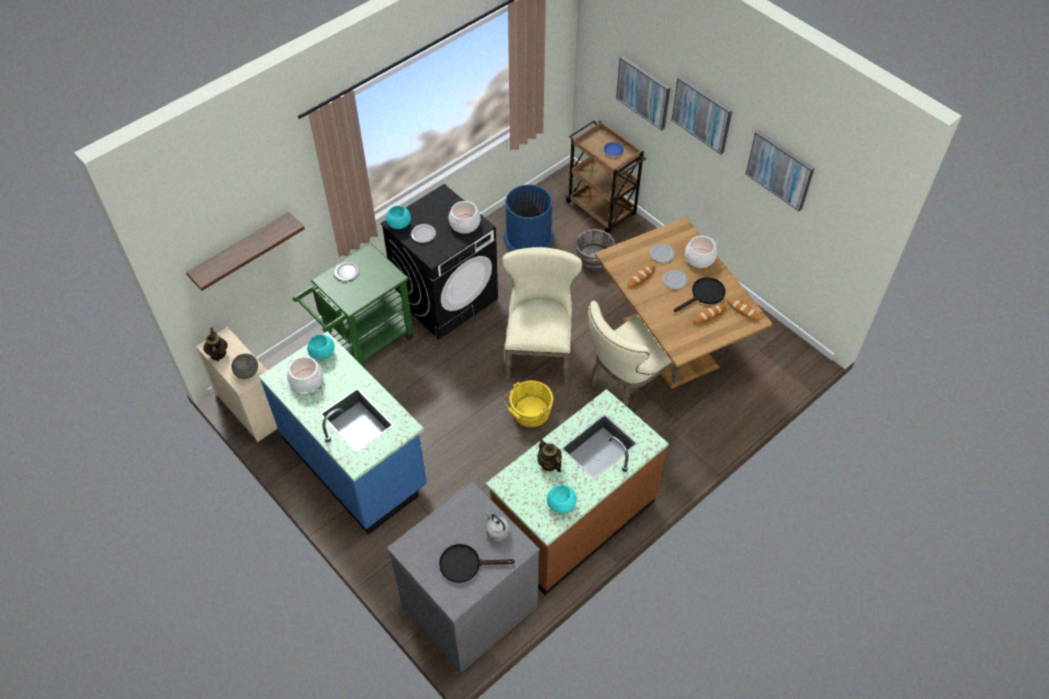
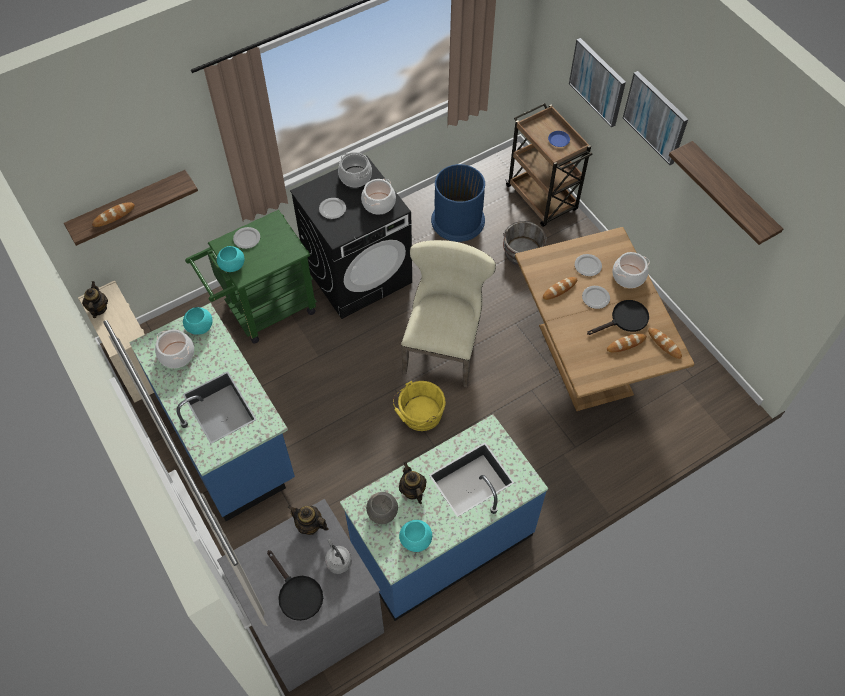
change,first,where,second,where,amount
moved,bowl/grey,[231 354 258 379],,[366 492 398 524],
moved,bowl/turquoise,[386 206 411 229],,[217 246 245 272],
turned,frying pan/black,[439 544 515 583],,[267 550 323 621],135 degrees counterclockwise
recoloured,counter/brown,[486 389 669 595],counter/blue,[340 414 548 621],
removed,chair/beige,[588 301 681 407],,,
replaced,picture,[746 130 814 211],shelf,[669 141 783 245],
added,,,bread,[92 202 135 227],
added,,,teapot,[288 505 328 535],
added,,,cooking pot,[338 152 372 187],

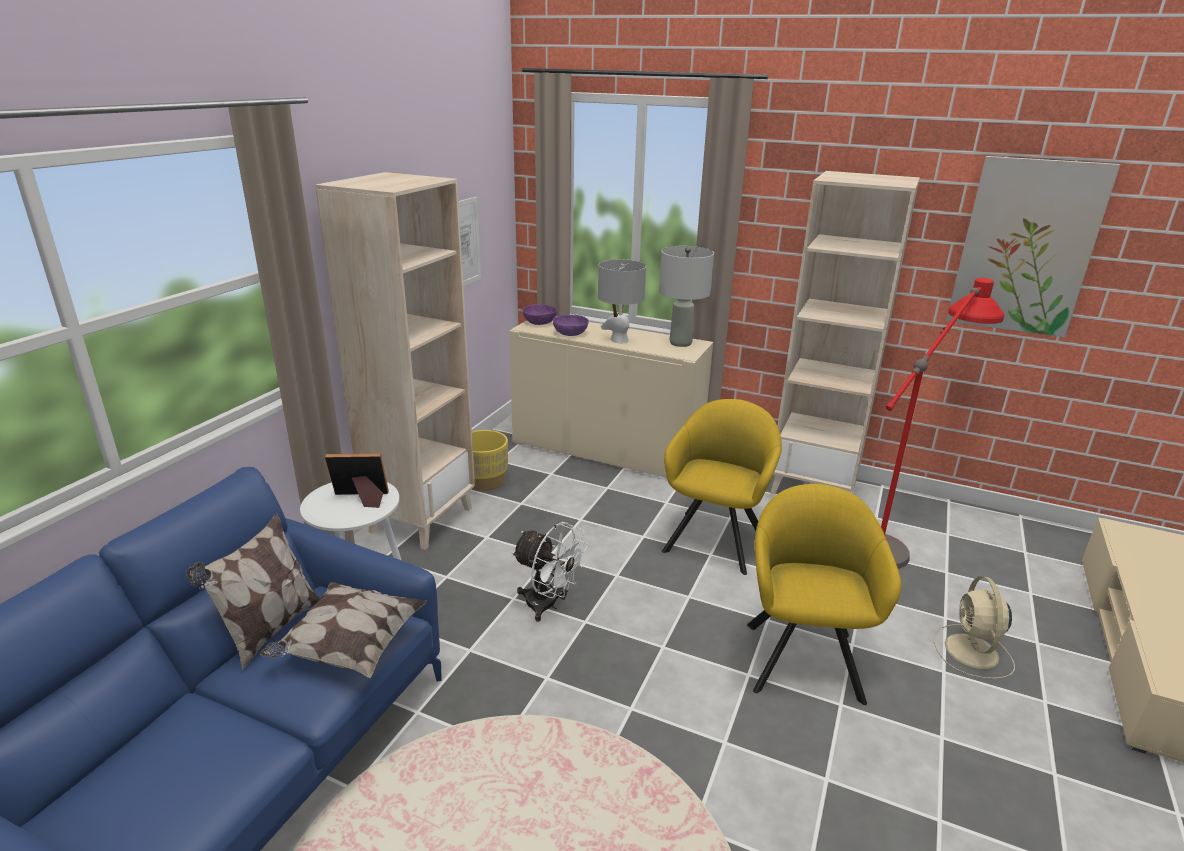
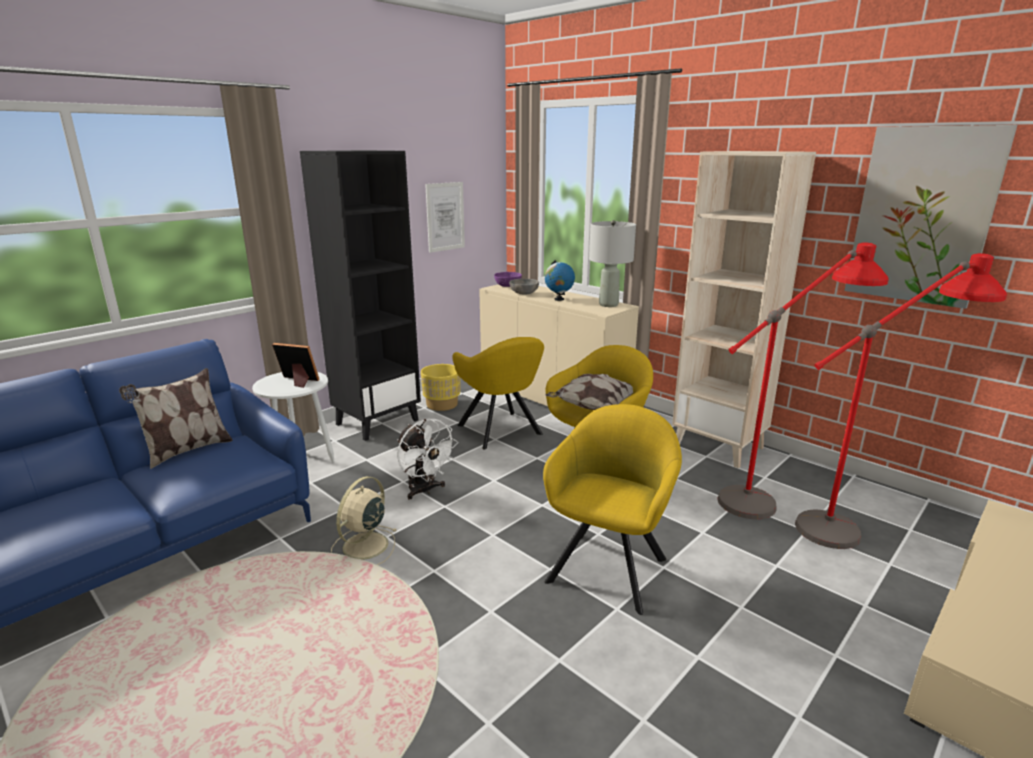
change,first,where,second,where,amount
moved,pillow,[260 582 427 678],,[546 374 633 410],
recoloured,bookcase/beige,[315 172 475 550],bookcase/black,[300 150 421 441],
recoloured,bowl/purple,[553 315 589 336],bowl/grey,[509 279 539 294],
replaced,table lamp/grey,[598 259 646 344],globe,[545 260 575 301],
moved,fan/beige,[934 576 1015 679],,[331 476 396 565],
added,,,armchair/yellow,[452 337 544 449],
added,,,floor lamp/red,[795 253 1007 549],

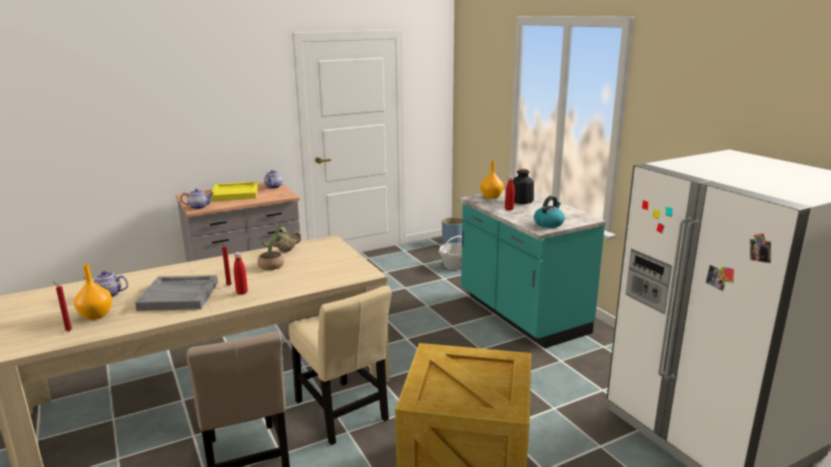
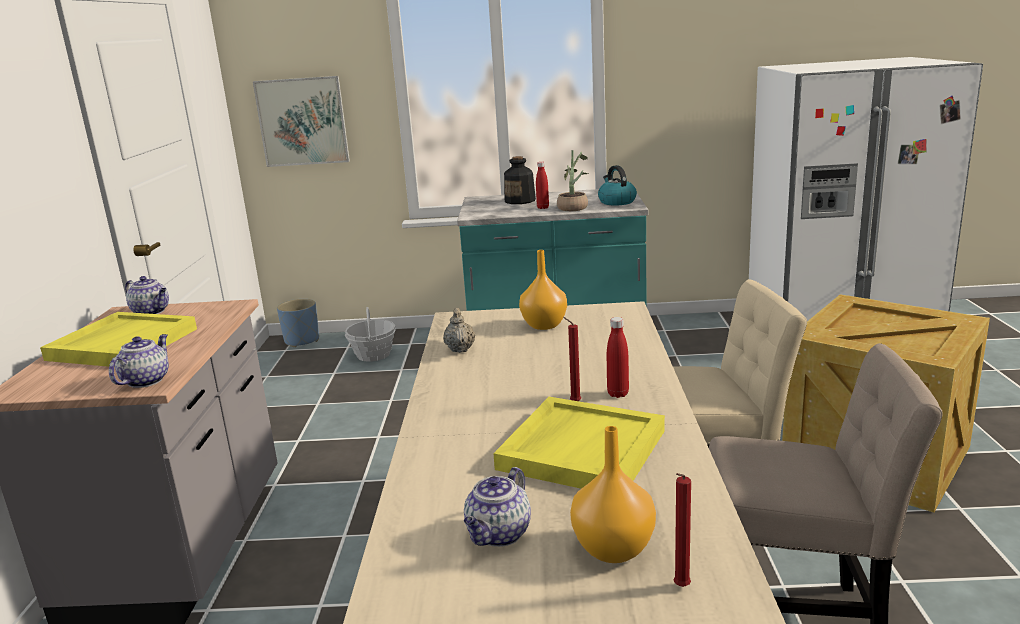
change,first,where,second,where,amount
recoloured,tray/grey,[135 275 218 311],tray/yellow,[493 397 665 489],
moved,potted plant,[257 221 290 270],,[557 150 588 211],
moved,vase/orange,[480 160 504 199],,[519 250 567 330],
added,,,picture,[253 76 350 167],

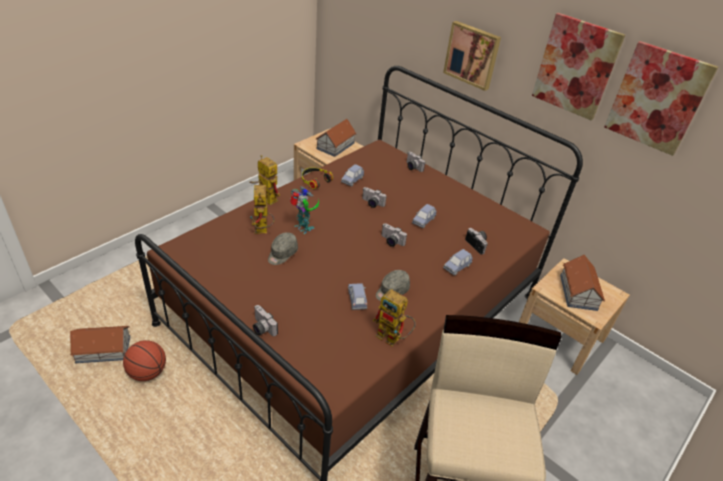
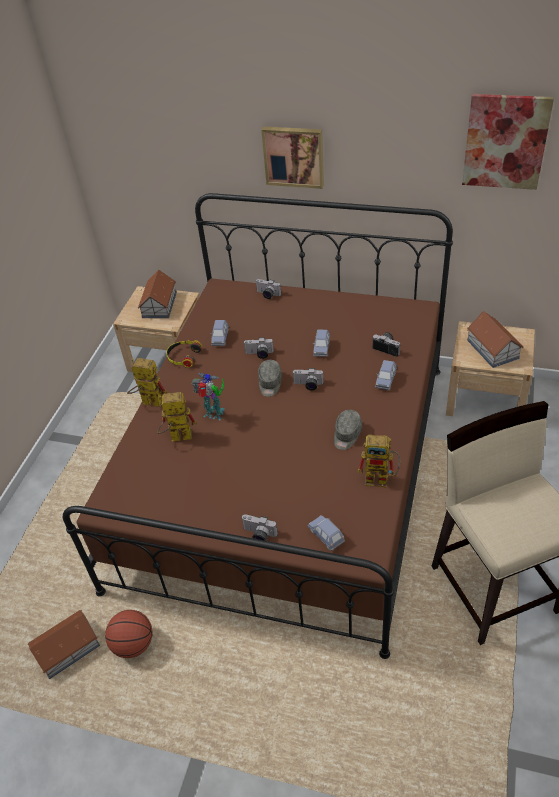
change,first,where,second,where,amount
turned,toy robot,[250 185 275 234],,[157 392 197 441],120 degrees clockwise
moved,cap/grey,[268 232 298 265],,[258 360 282 397],
moved,toy car/blue,[348 283 367 310],,[308 515 345 551],
removed,picture,[532 13 625 120],,,

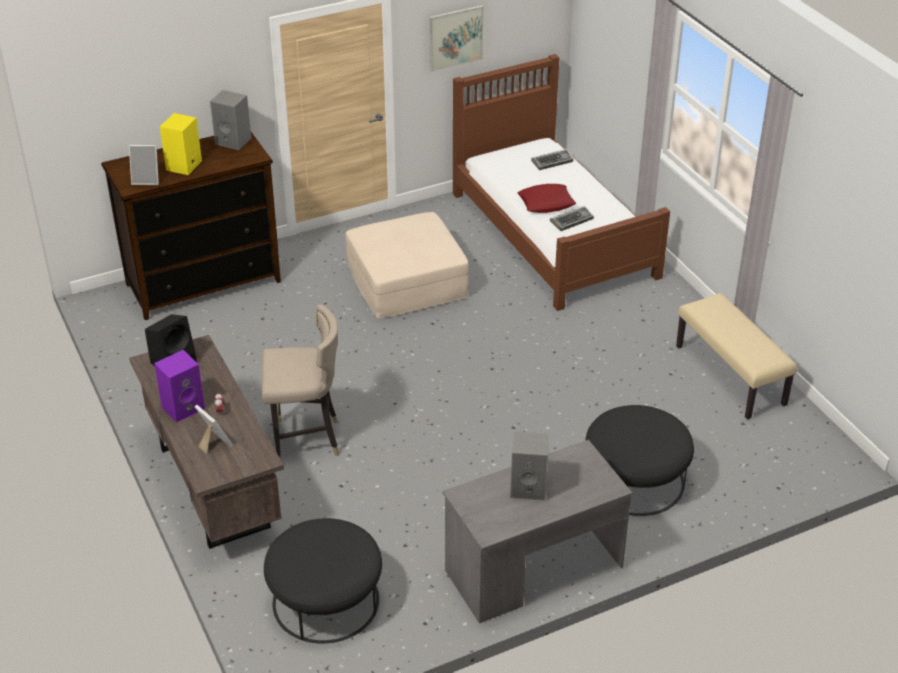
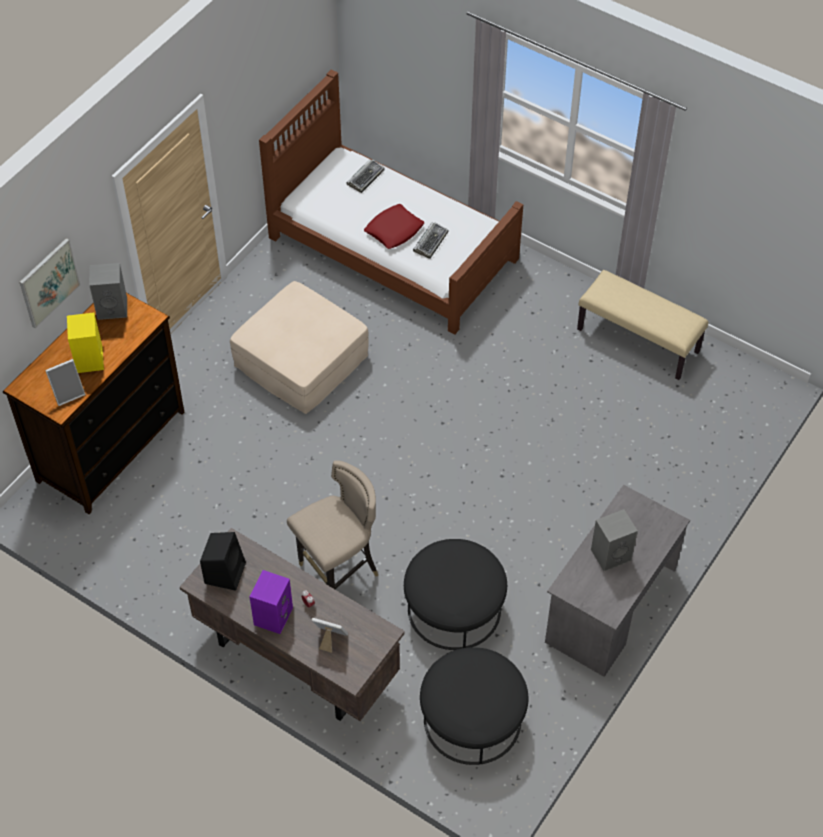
change,first,where,second,where,amount
moved,picture,[429 5 484 72],,[20 238 80 328],
moved,ottoman/black,[586 405 694 516],,[404 539 507 650],

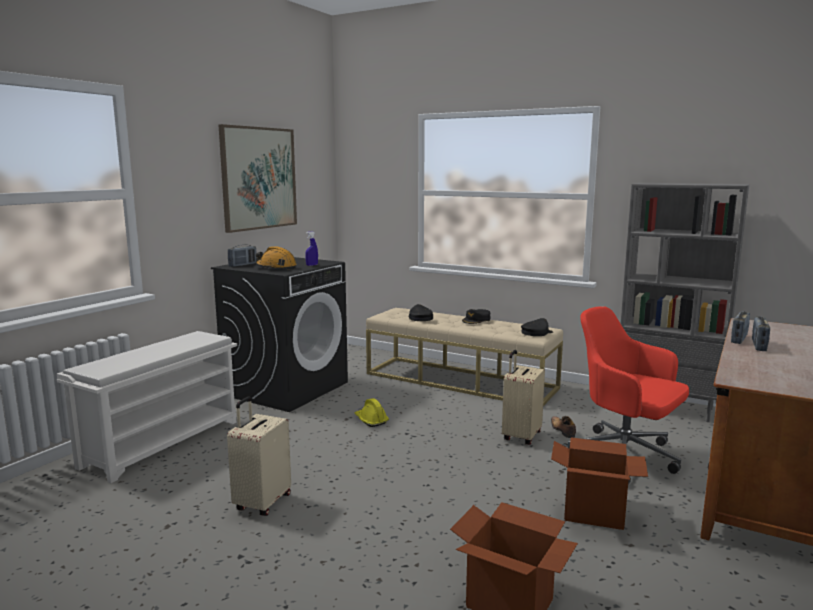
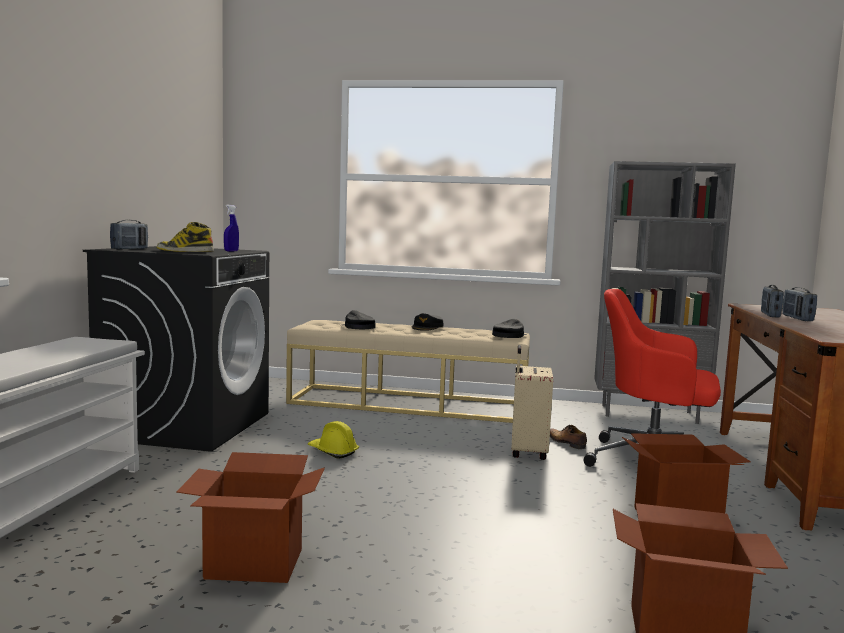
change,first,where,second,where,amount
removed,picture,[219 124 297 233],,,
replaced,suitcase/beige,[227 396 291 516],cardboard box,[176 452 325 583],
replaced,hard hat/orange,[256 247 297 270],boot,[157 222 214 252],

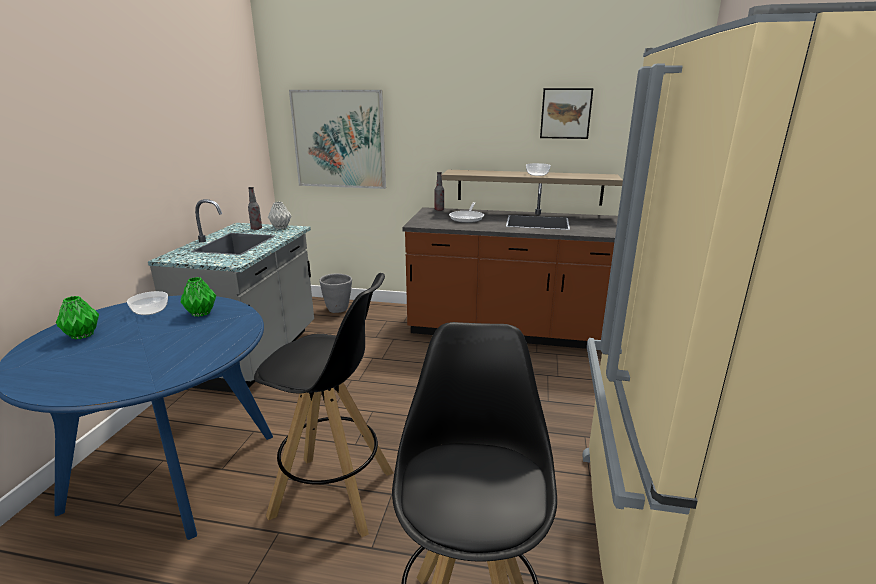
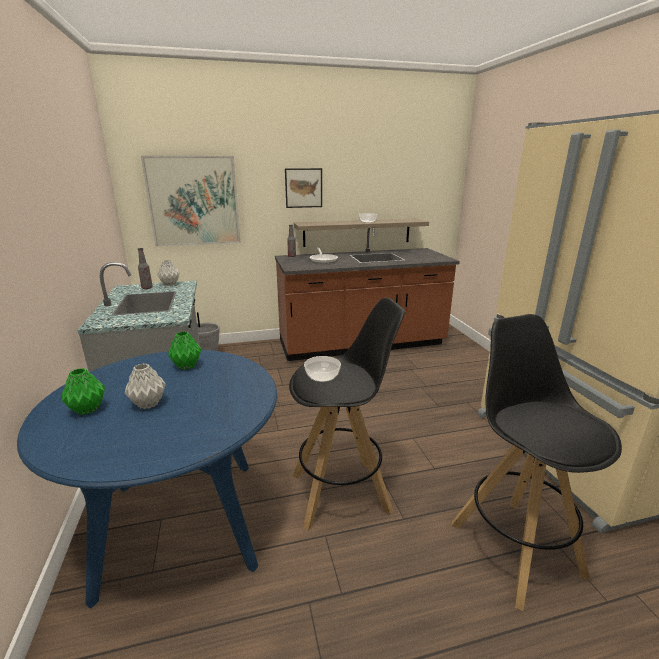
change,first,where,second,where,amount
moved,bowl,[127 291 168 315],,[304 356 341 382],
moved,picture,[540 88 593 139],,[285 168 322 208],
added,,,vase/grey,[125 363 166 409],

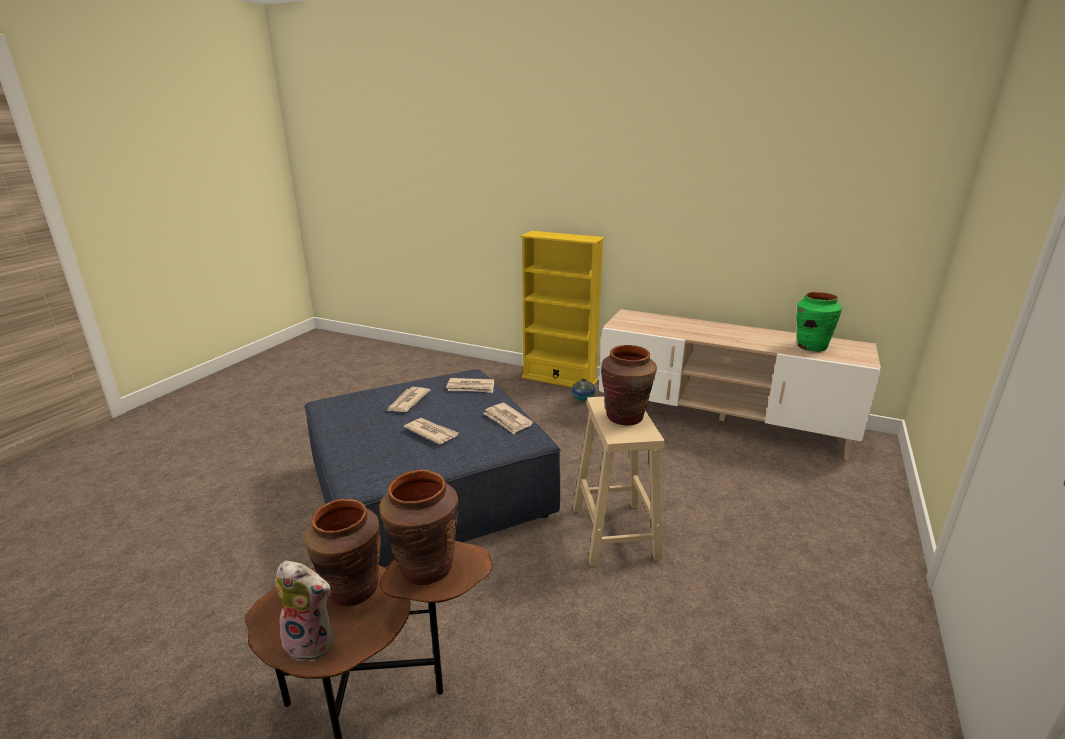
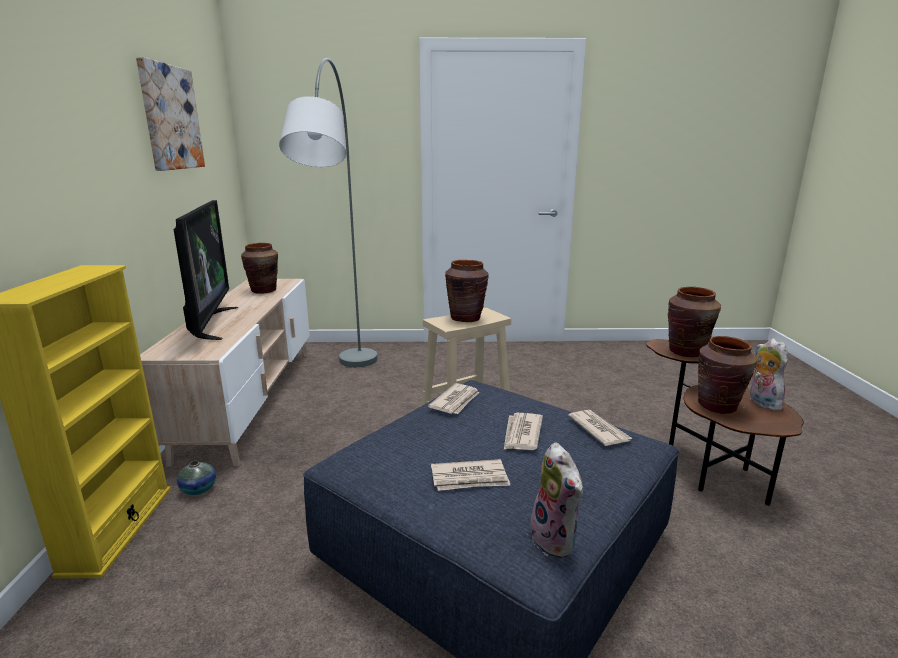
change,first,where,second,where,amount
moved,newspaper,[446 378 494 393],,[568 410 633 446],
recoloured,vase/green,[796 292 842 352],vase/brown,[241 243 278 294],
added,,,picture,[136 57 205 171],
added,,,television,[174 200 238 340],
added,,,floor lamp/grey,[279 58 377 367],
added,,,plush toy,[530 442 583 558],

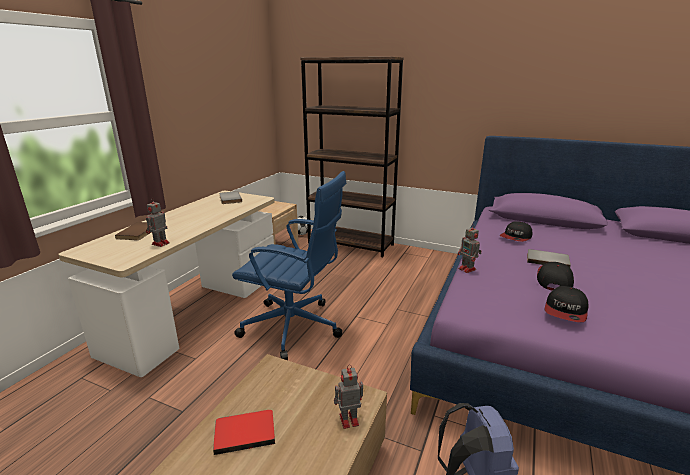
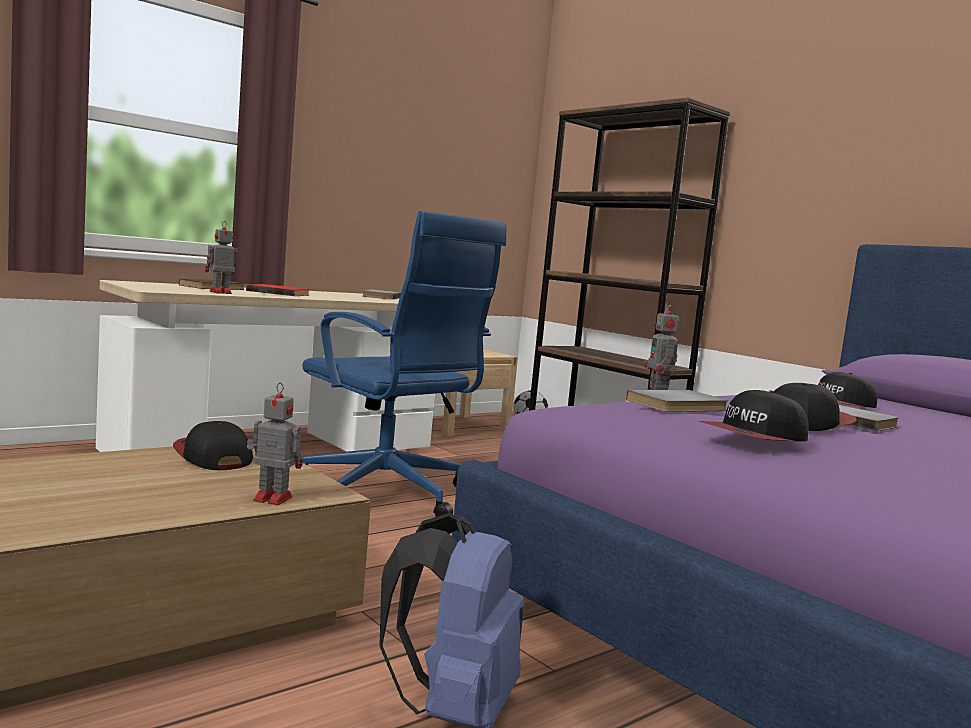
change,first,where,second,where,amount
moved,book/red,[213 410 275 455],,[246 284 310 296],
added,,,cap,[173 421 253 470],
added,,,book/grey,[626 390 728 412],

